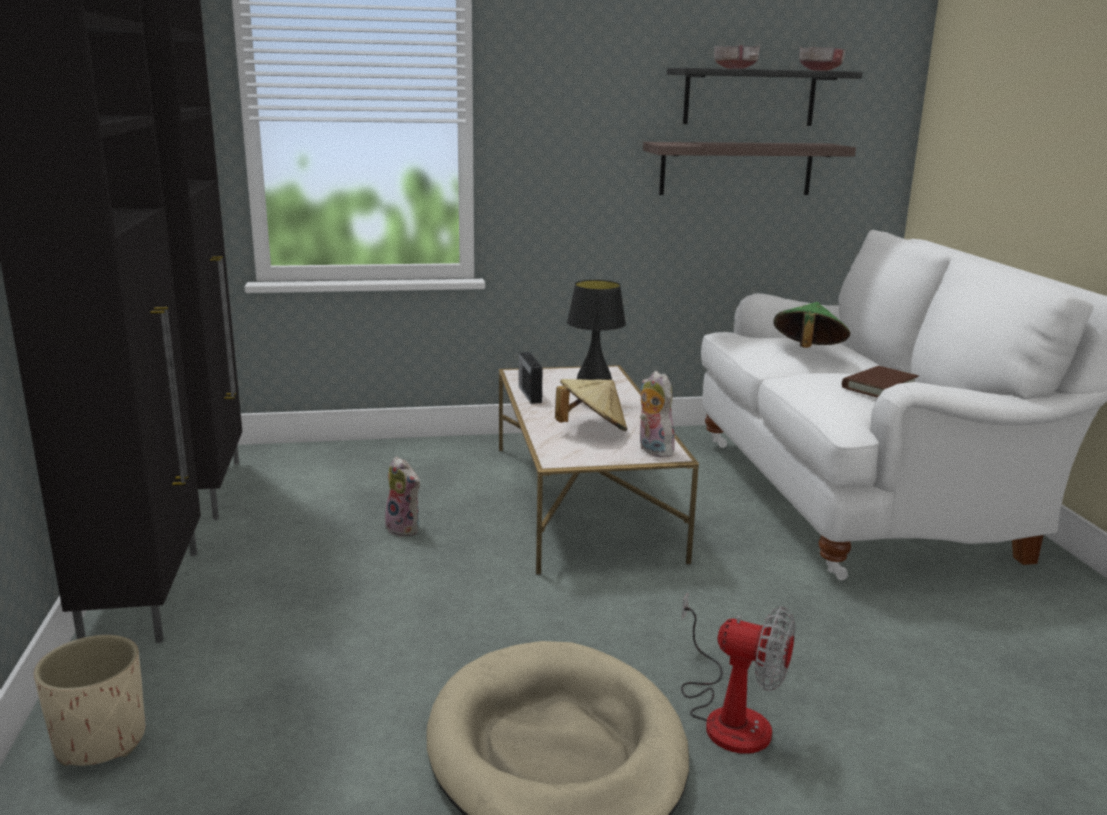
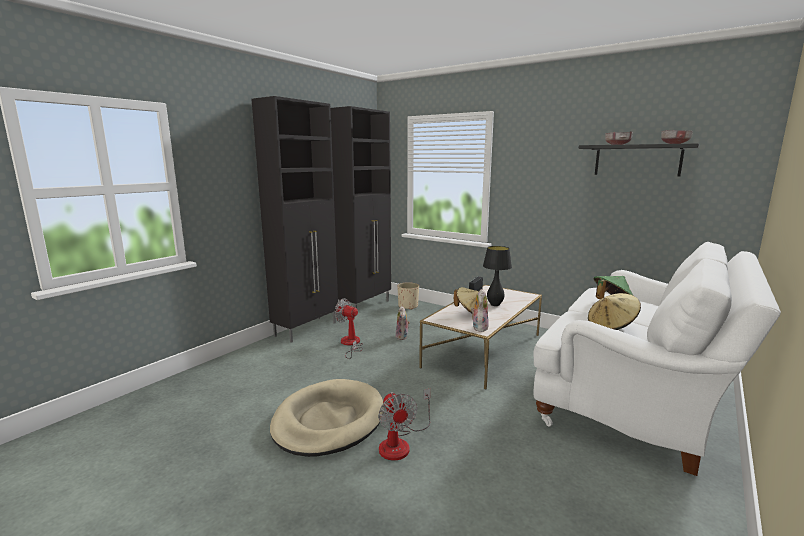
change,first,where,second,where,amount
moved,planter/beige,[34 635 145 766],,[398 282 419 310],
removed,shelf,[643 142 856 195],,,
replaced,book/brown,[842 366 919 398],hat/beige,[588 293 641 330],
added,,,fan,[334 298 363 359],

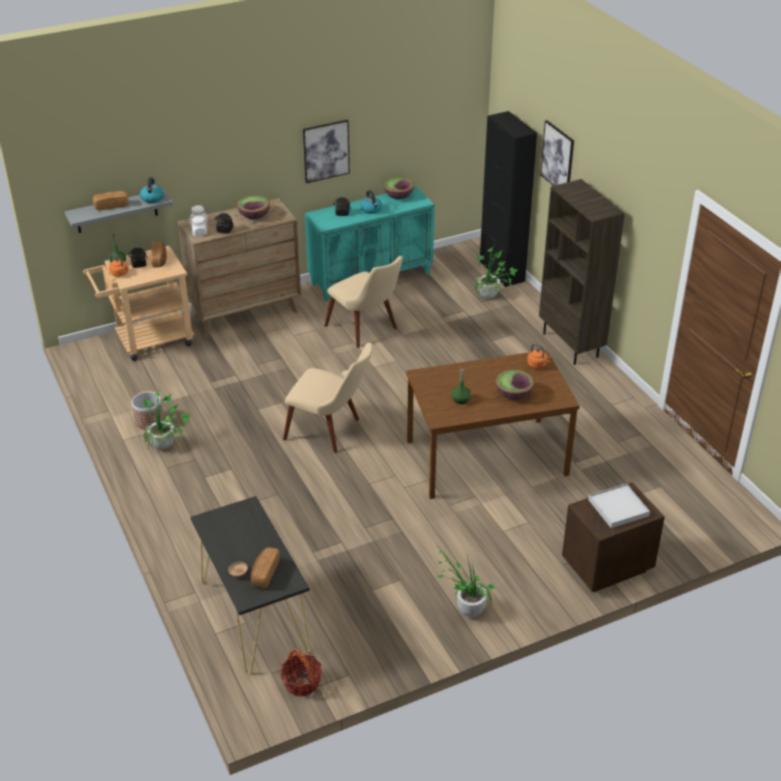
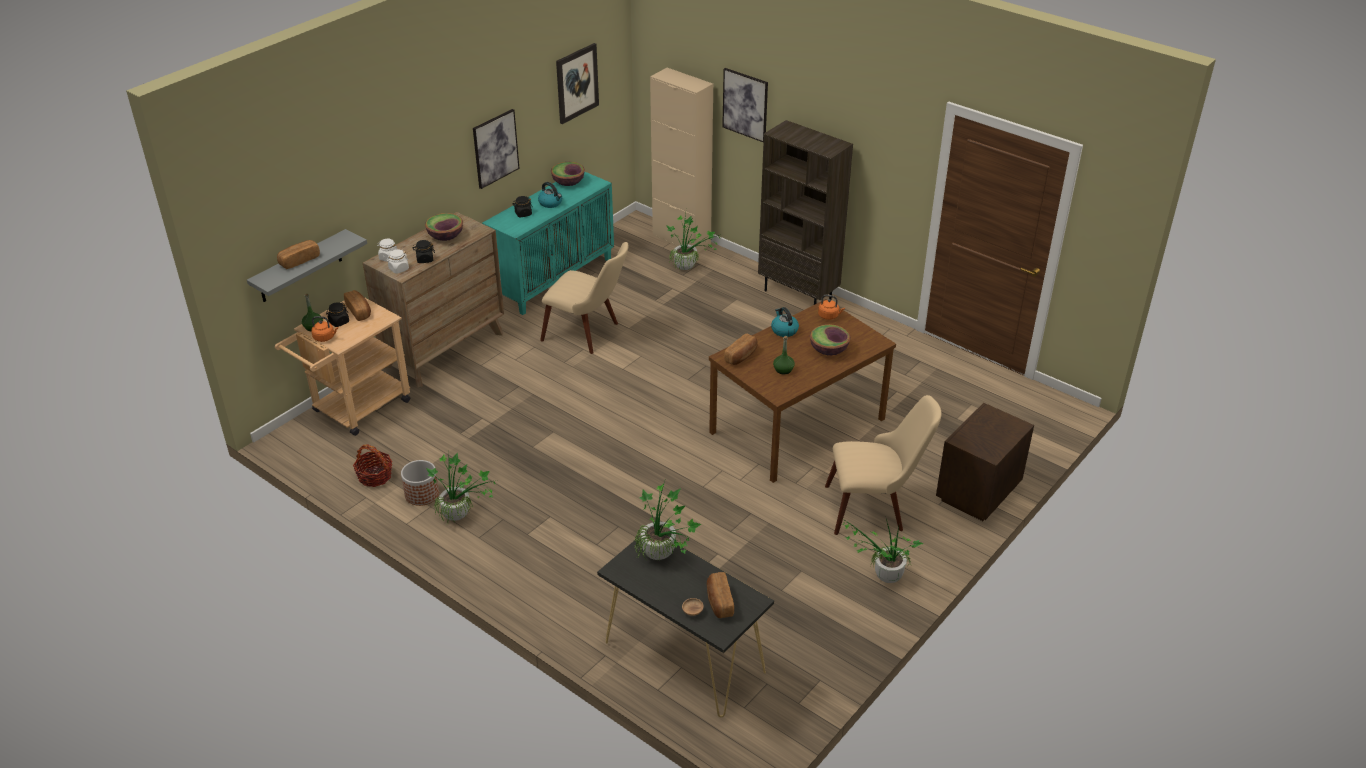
change,first,where,second,where,amount
moved,kettle,[140 177 164 203],,[771 307 799 337],
moved,basket,[281 649 322 696],,[353 444 392 487],
moved,chair/beige,[283 343 373 453],,[825 395 941 535],
recoloured,cabinet/black,[480 111 537 287],cabinet/beige,[650 68 713 253],
removed,tray/white,[588 484 650 528],,,
added,,,picture,[556 43 599 124],
added,,,potted plant,[634 481 701 560],
added,,,bread,[724 334 758 365],

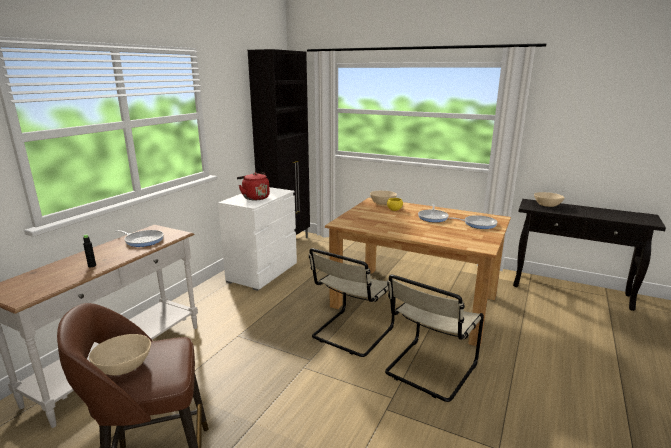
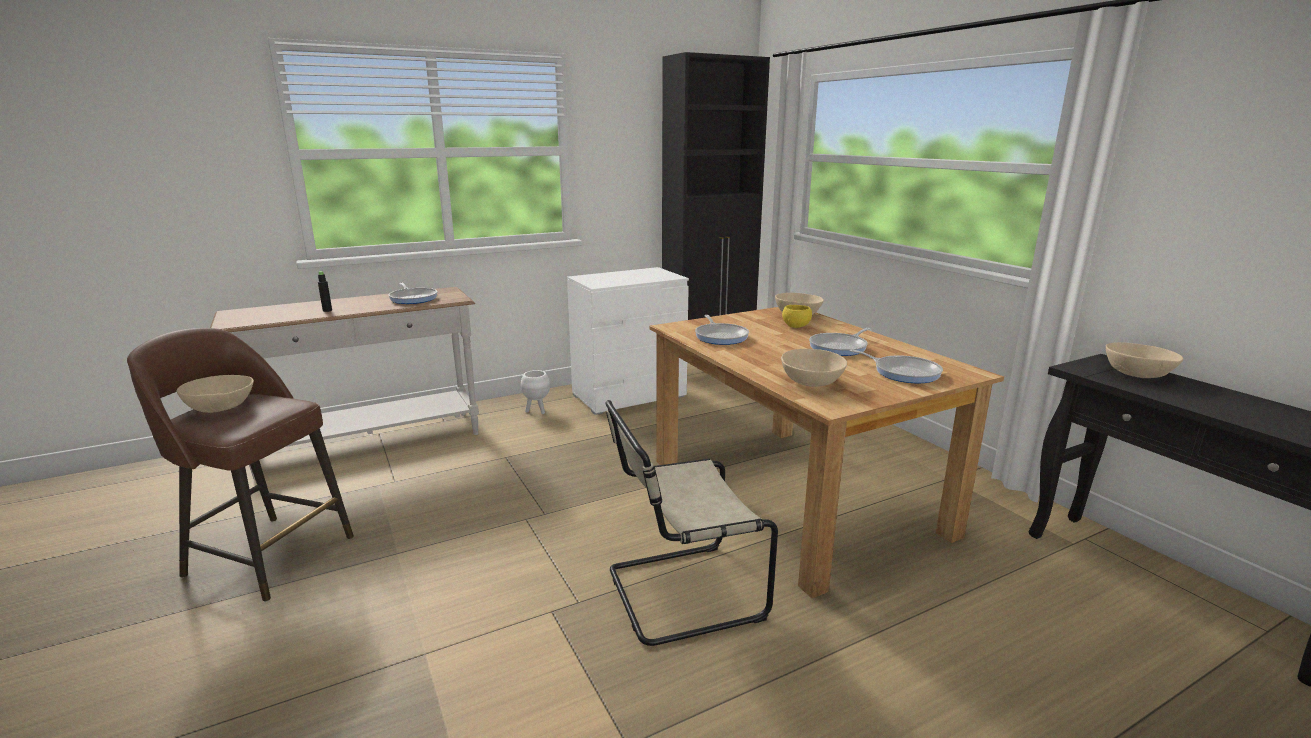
change,first,where,second,where,amount
removed,kettle/red,[237 172 270 200],,,
removed,chair/beige,[309 248 396 357],,,
added,,,planter/white,[521 370 550 414],
added,,,frying pan,[695 315 749 345],
added,,,bowl/beige,[781 349 847 387],

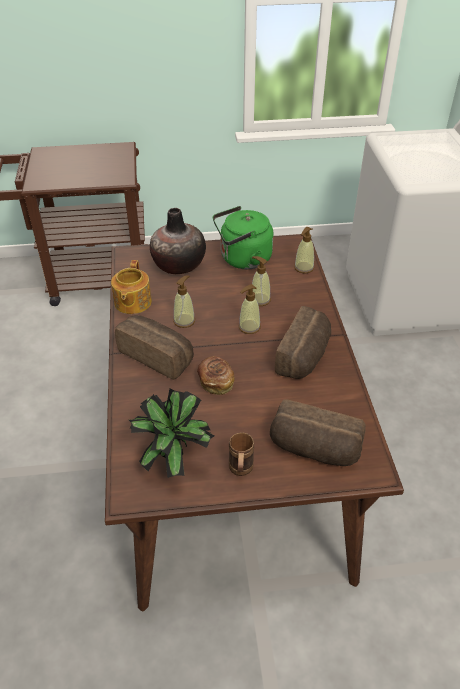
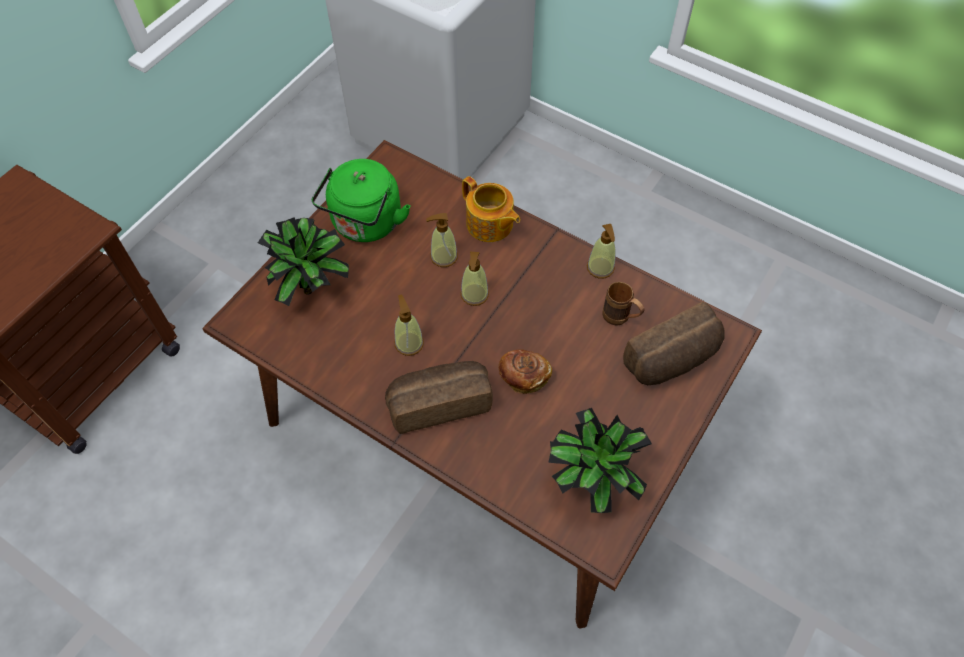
change,first,where,second,where,amount
moved,teapot,[111 260 152 314],,[462 176 520 242],
replaced,vase,[150 208 206 274],potted plant,[258 217 349 306],
moved,mug/brown,[229 432 254 476],,[602 282 644 326],
removed,bread,[275 306 331 379],,,
moved,soap dispenser,[294 227 314 273],,[587 224 616 279],

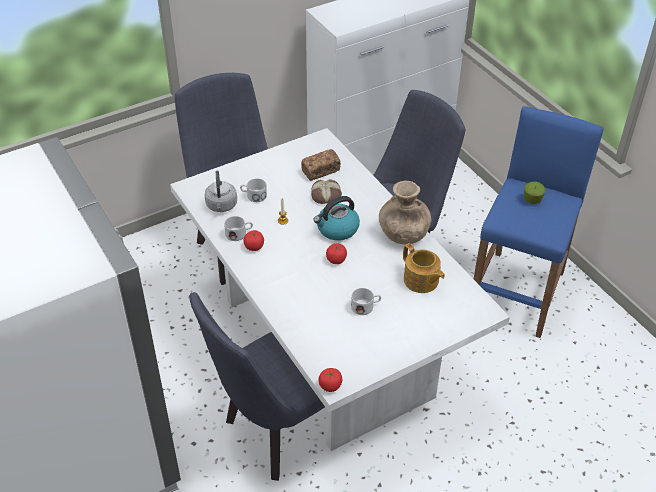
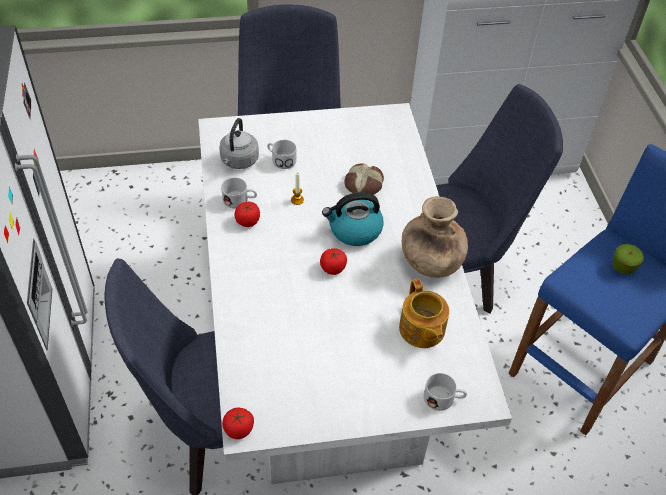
change,first,where,second,where,amount
removed,bread,[301 149 341 181],,,
moved,mug/white,[351 288 381 315],,[424 373 467 411],

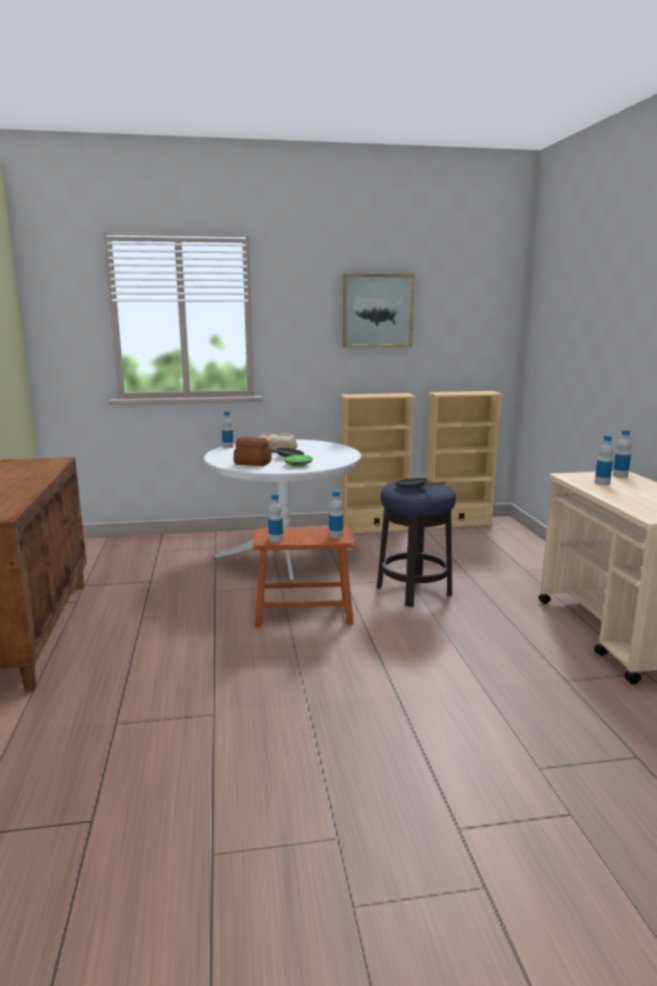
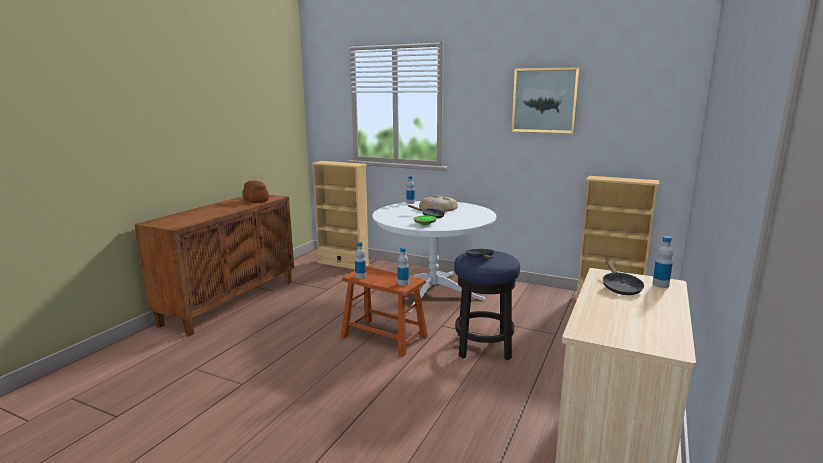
change,first,where,second,where,amount
moved,bread,[233 436 271 466],,[242 180 269 203],
moved,bookcase/beige,[340 393 415 534],,[311 161 370 269],
replaced,bottle,[595 435 613 485],frying pan/black,[603 259 644 295],

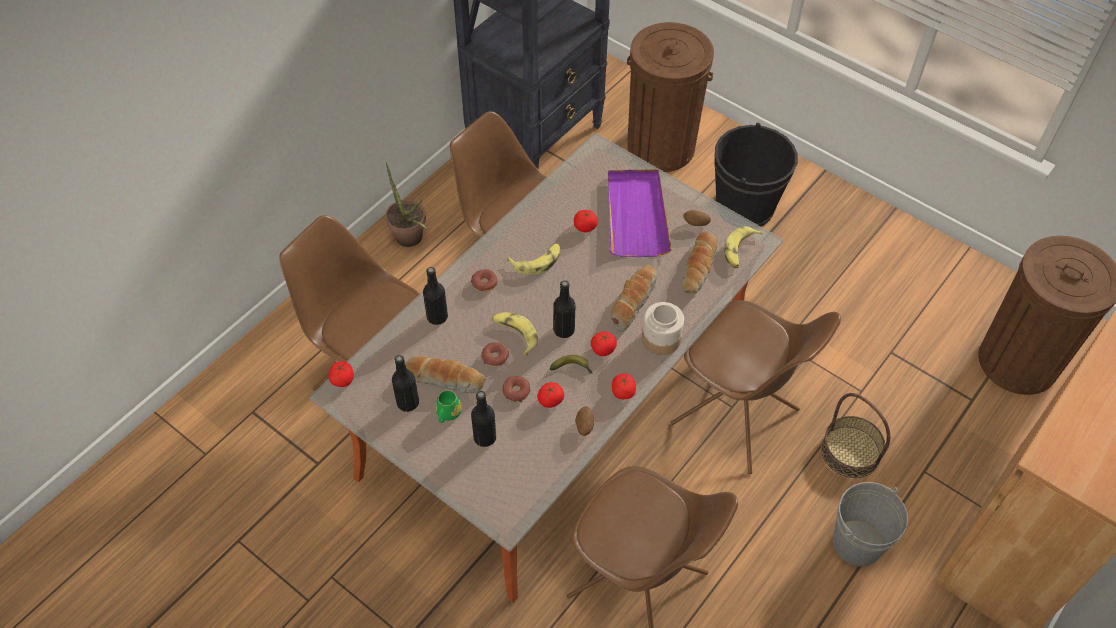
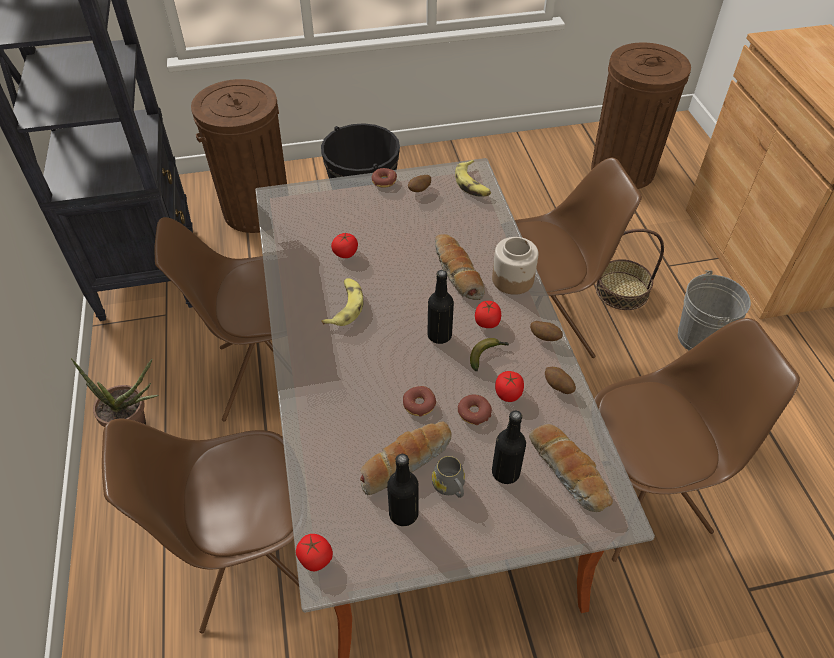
change,first,where,second,where,amount
removed,bottle/black,[423 267 448 325],,,
recoloured,mug/green,[435 390 462 423],mug/grey,[432 456 465 498],
moved,donut,[471 269 497 292],,[372 168 397 188],
removed,banana,[492 312 538 356],,,
removed,tray/purple,[608 170 672 257],,,
replaced,tomato,[612 374 636 399],potato,[530 321 563 341],
moved,bread,[681 232 717 294],,[529 424 613 512],

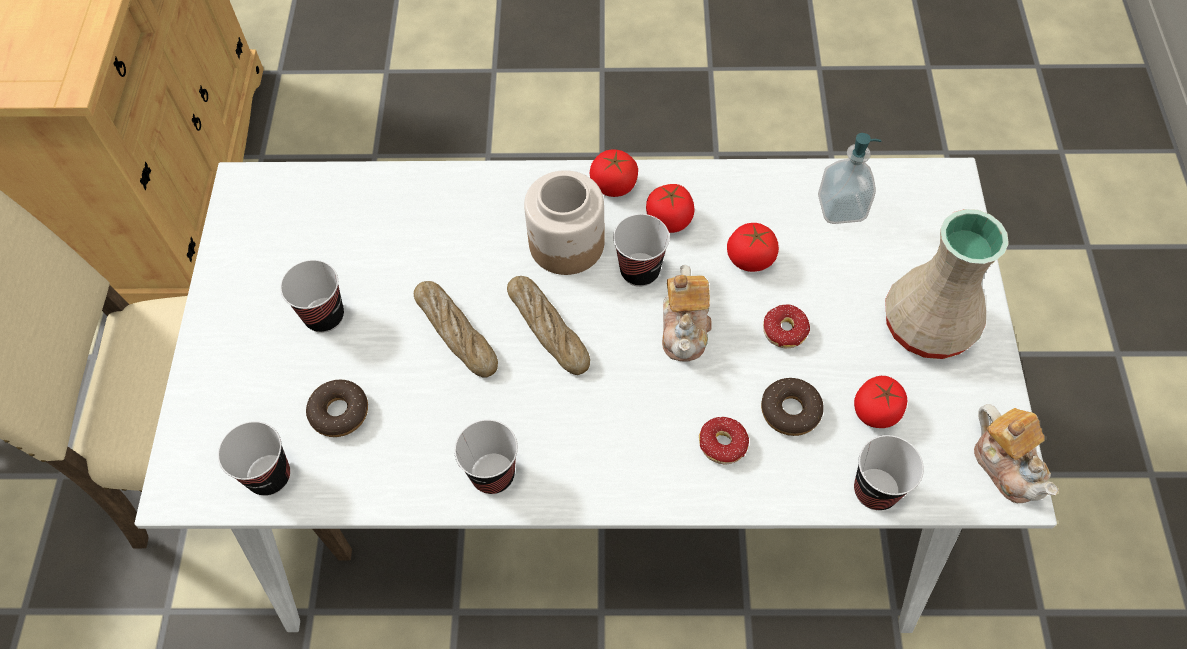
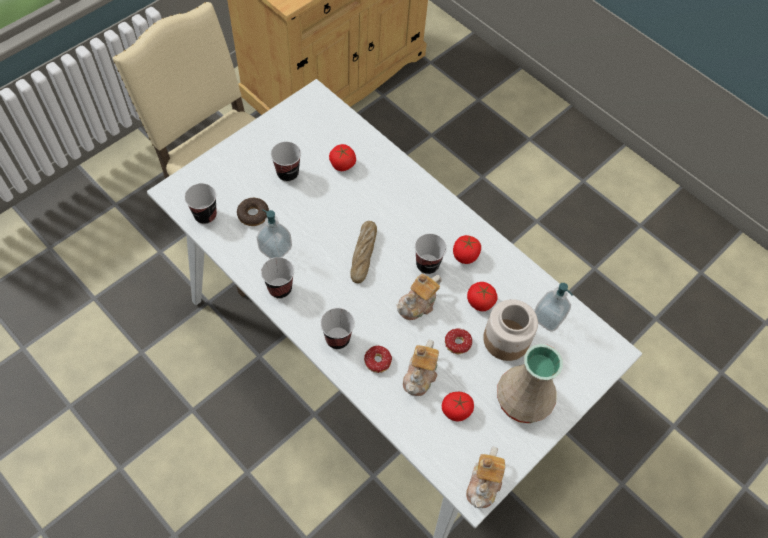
change,first,where,second,where,amount
removed,bread,[414 281 498 378],,,
moved,jar,[524 170 605 275],,[483 299 538 361],
moved,tomato,[590 150 638 197],,[329 144 356 171],
replaced,donut,[761 378 824 436],teapot,[403 339 439 396],
moved,cup,[854 435 924 510],,[320 308 355 349],
added,,,soap dispenser,[256 210 292 259],

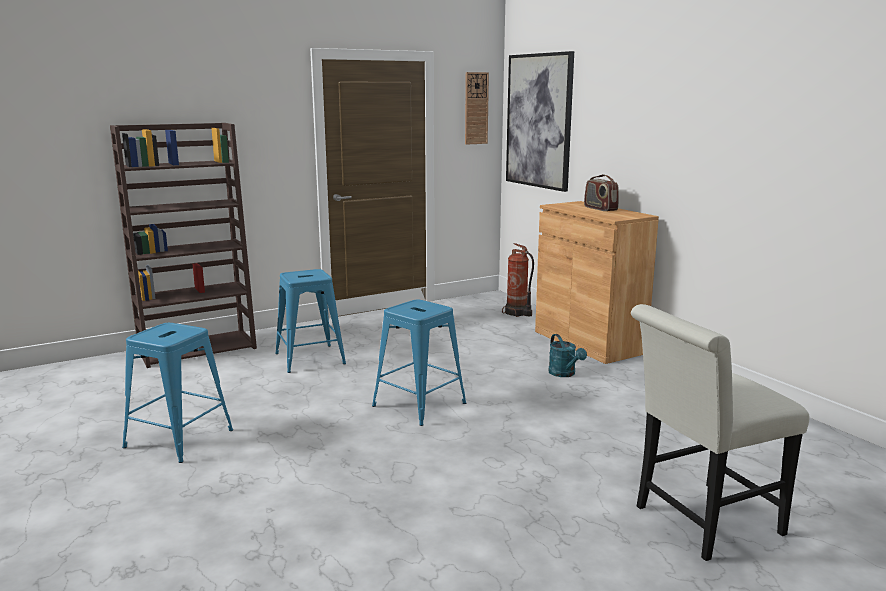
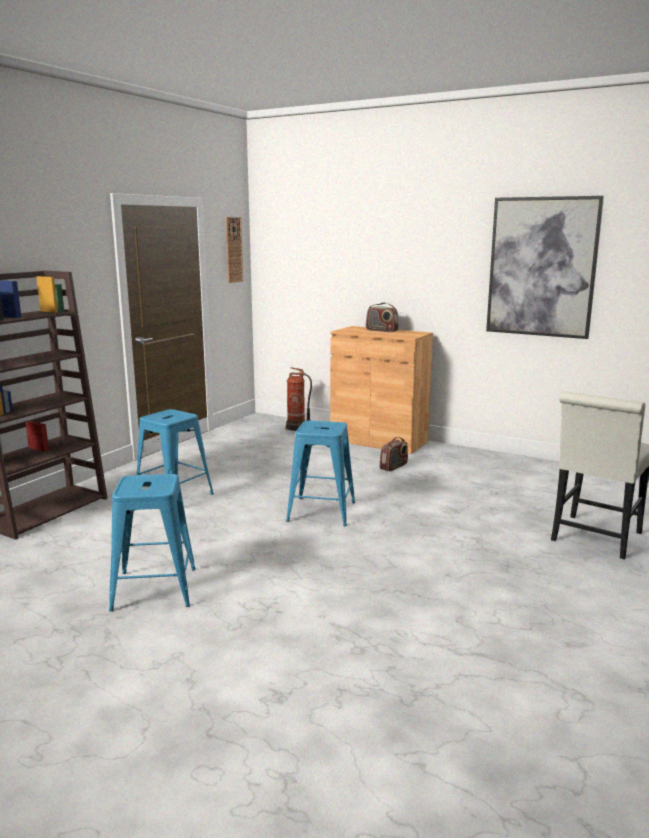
change,first,where,second,where,amount
moved,picture,[506 51 574 192],,[486 196 604 339],
replaced,watering can/turquoise,[548 334 587 377],radio,[380 437 408 471],

